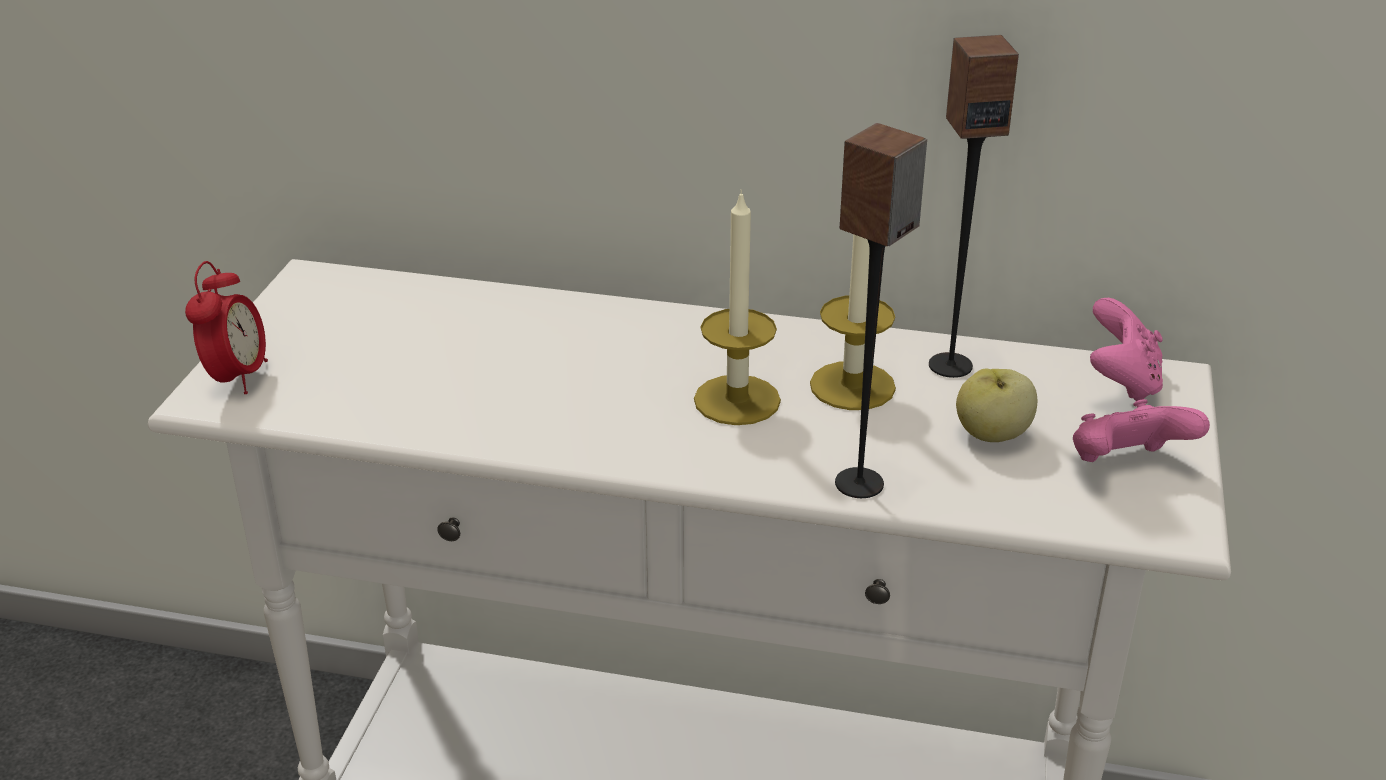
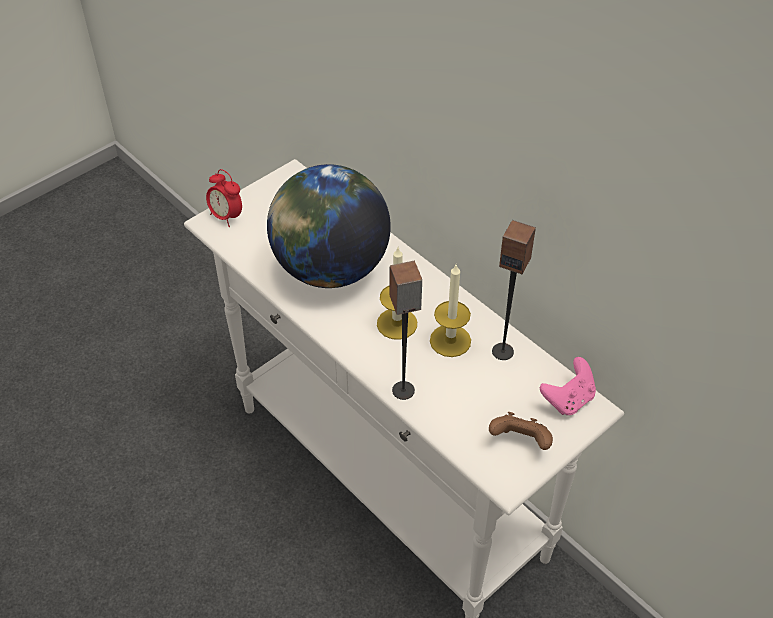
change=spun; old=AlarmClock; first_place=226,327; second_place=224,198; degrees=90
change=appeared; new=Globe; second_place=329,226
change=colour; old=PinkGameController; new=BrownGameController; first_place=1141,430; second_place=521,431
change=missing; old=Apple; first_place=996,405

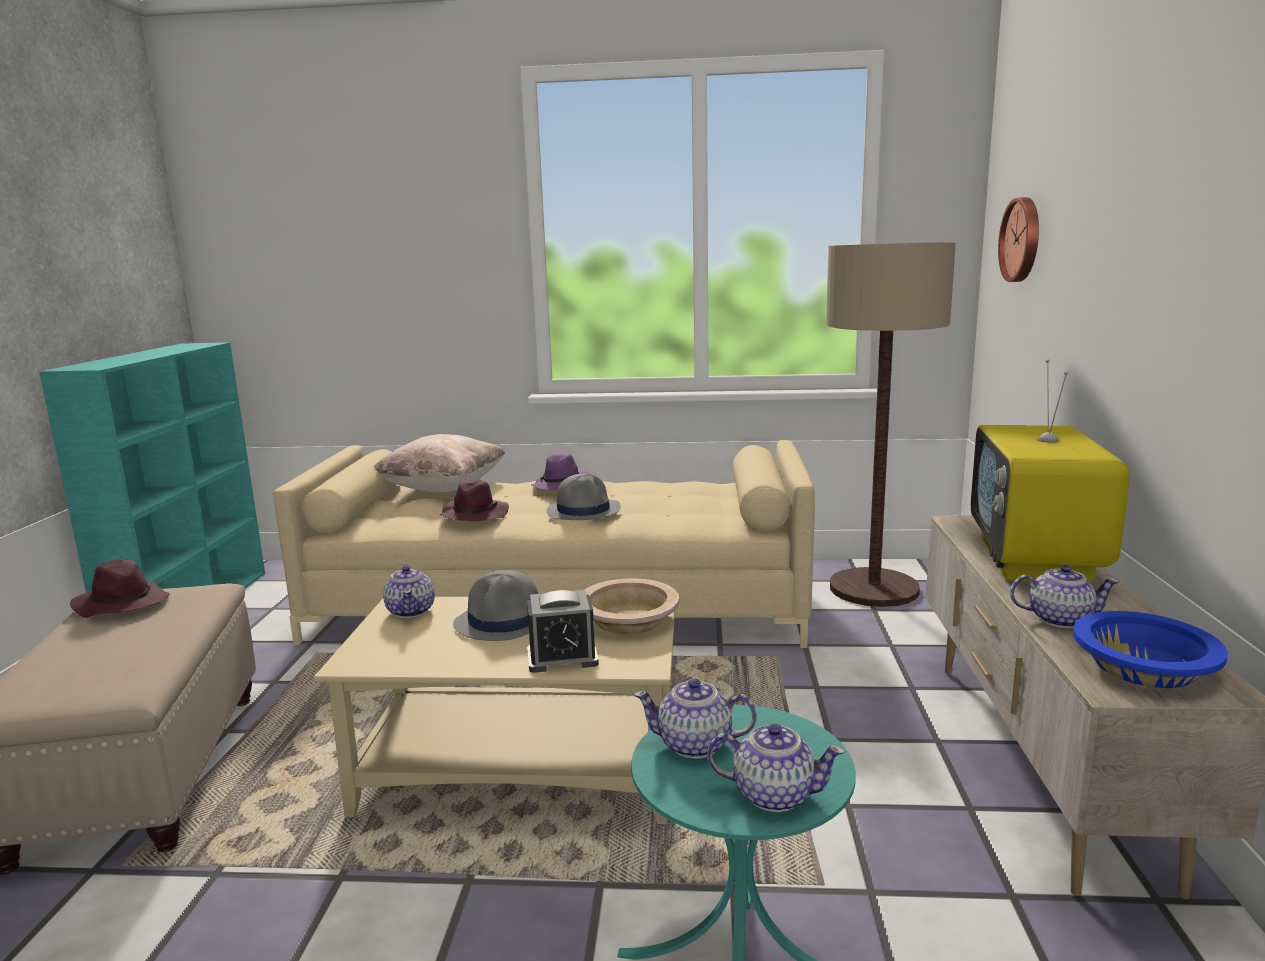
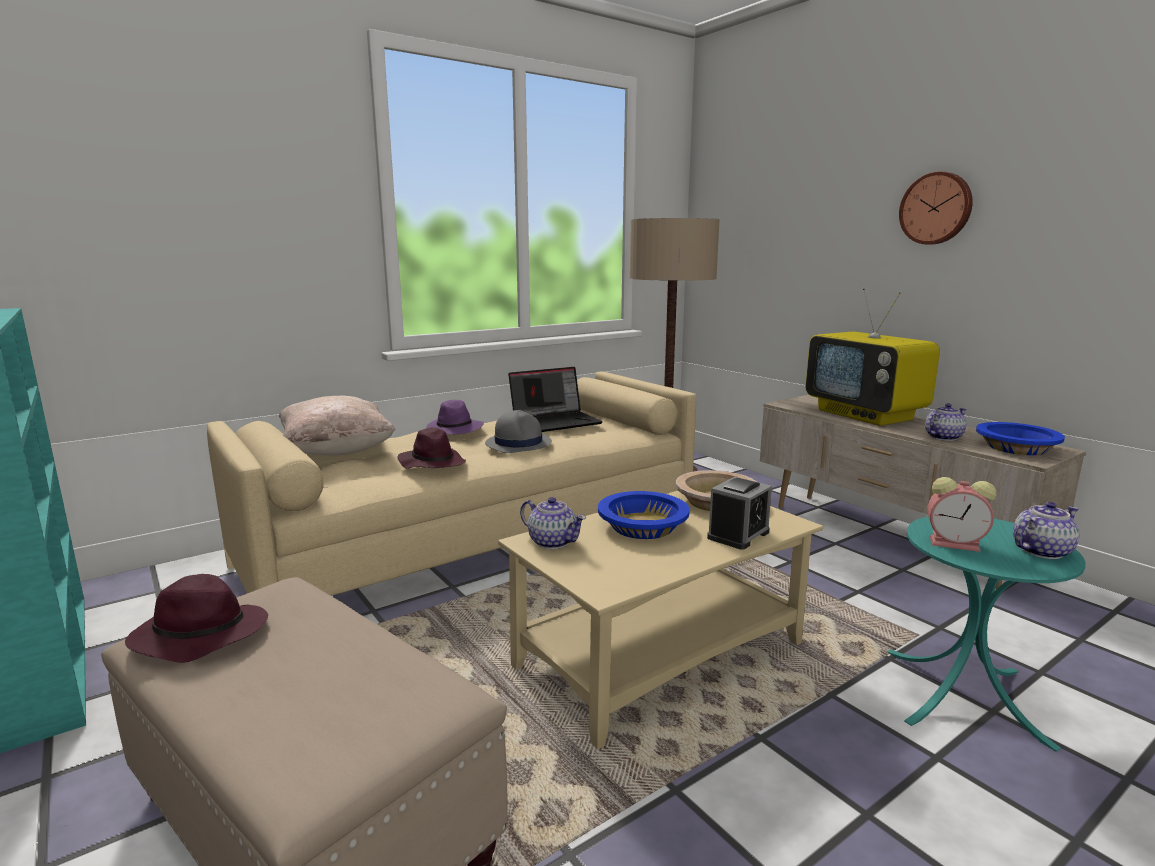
change=appeared; new=Laptop; second_place=555,399
change=exchanged; old=GreyHat; new=BlueBowl; first_place=495,605; second_place=644,515
change=relocated; old=WallClock; first_place=1018,239; second_place=936,208
change=exchanged; old=Teapot; new=AlarmClock; first_place=694,719; second_place=961,514

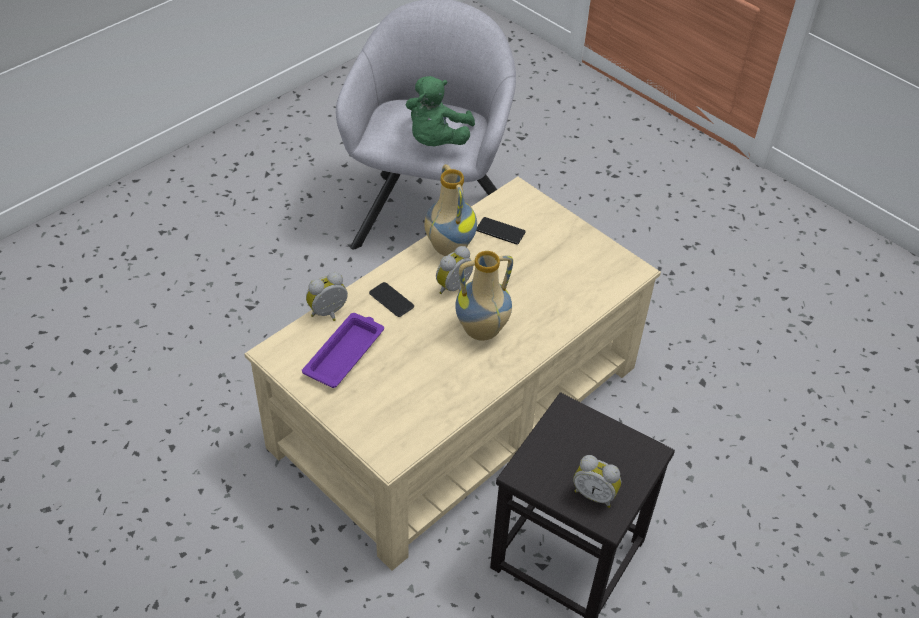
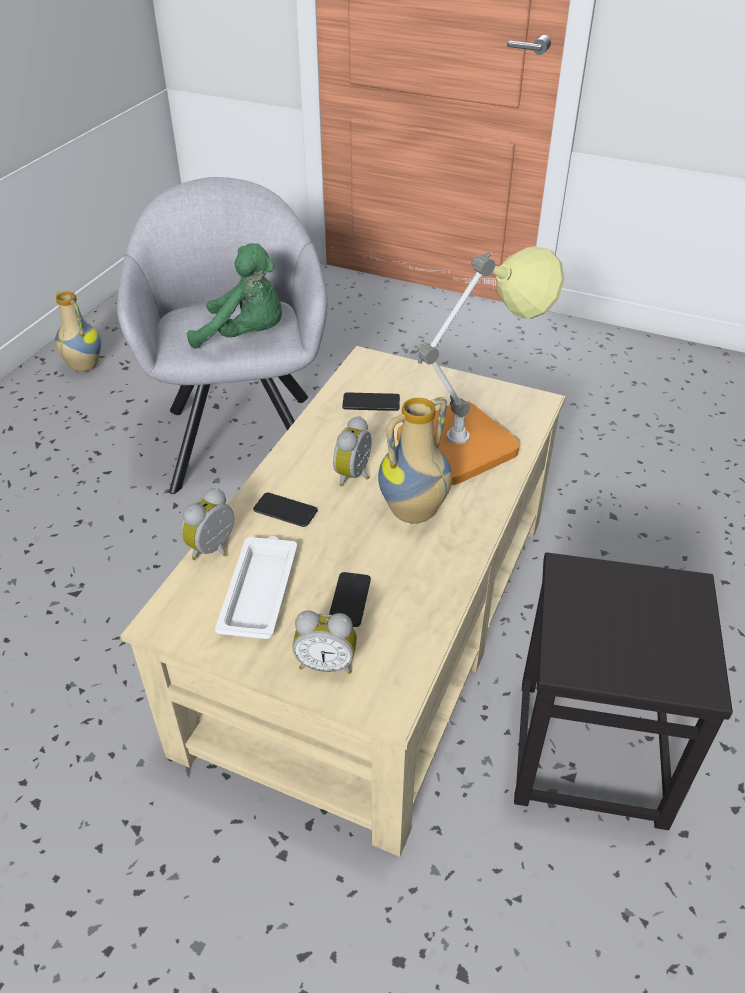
change=relocated; old=Vase; first_place=450,210; second_place=78,331
change=spun; old=GreenPlushToy; first_place=440,111; second_place=234,296; degrees=-75
change=colour; old=PurpleTray; new=WhiteTray; first_place=343,350; second_place=256,587
change=relocated; old=AlarmClock; first_place=597,481; second_place=325,642
change=appeared; new=Phone; second_place=350,599
change=appeared; new=TableLamp; second_place=480,365

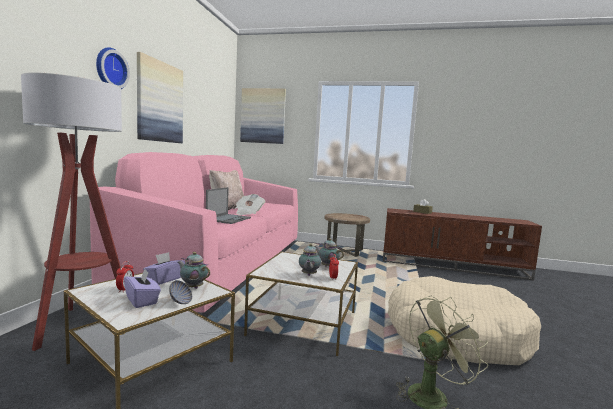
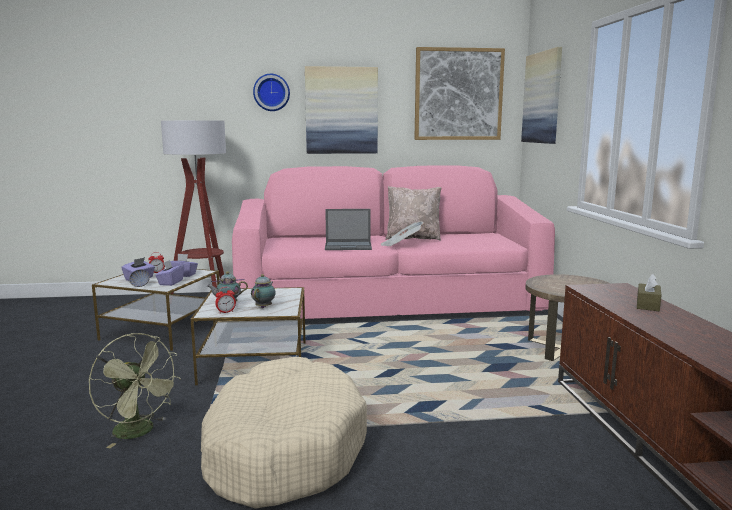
change=exchanged; old=Teapot; new=PurpleTissueBox; first_place=194,270; second_place=169,273
change=appeared; new=Picture; second_place=459,93

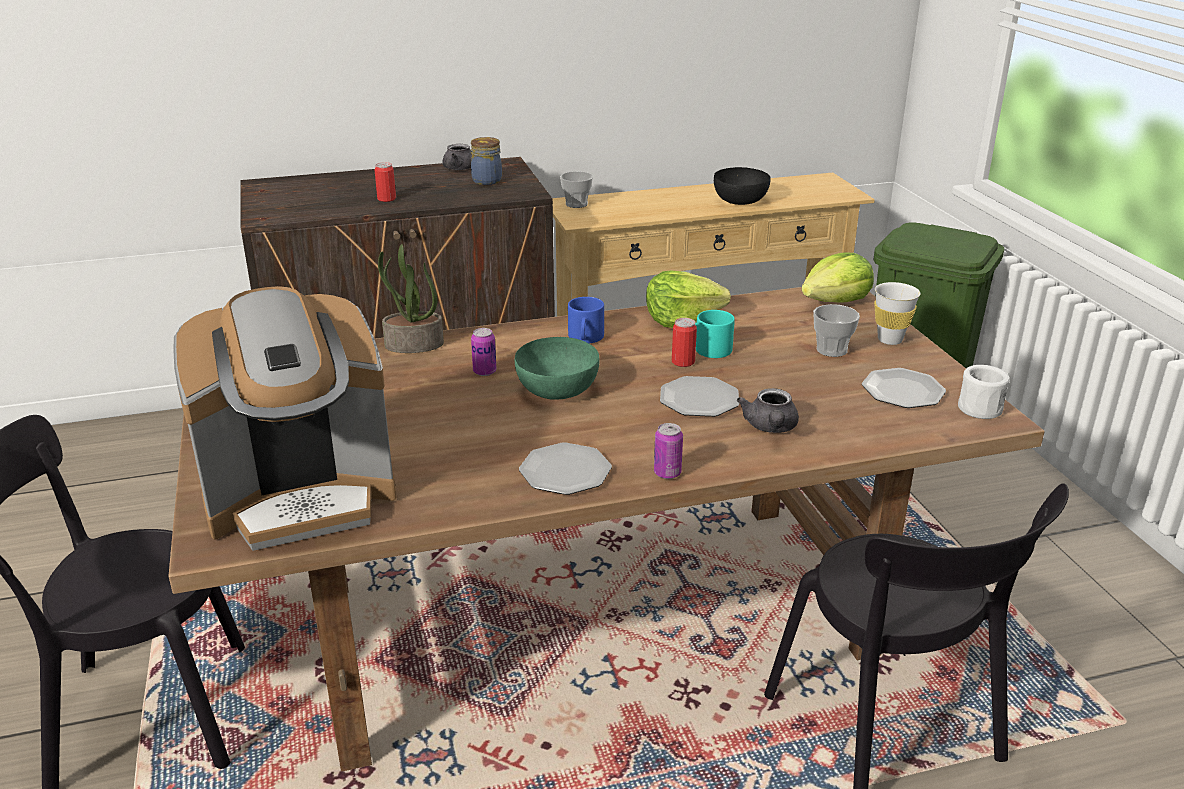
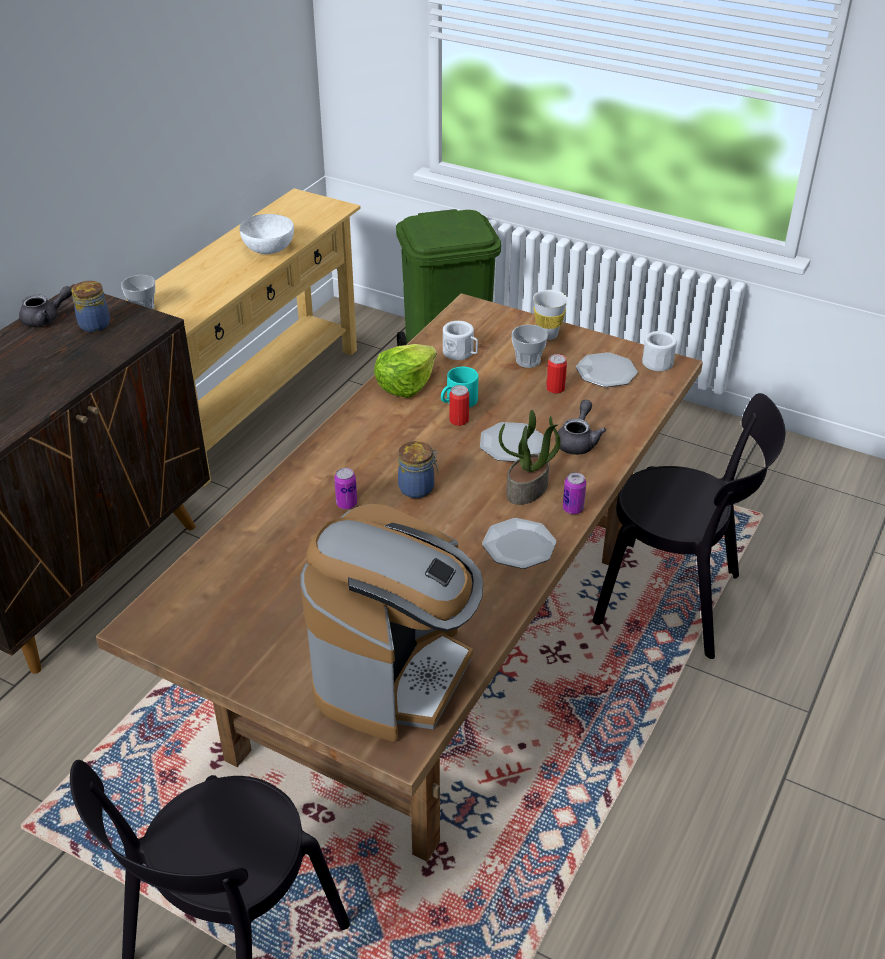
change=colour; old=BlackBowl; new=WhiteBowl; first_place=742,186; second_place=267,234
change=exchanged; old=GreenBowl; new=Jar; first_place=557,368; second_place=418,469
change=appeared; new=WhiteMug; second_place=460,340
change=relocated; old=PottedPlant; first_place=411,298; second_place=530,457
change=relocated; old=Can; first_place=385,182; second_place=556,373
change=spun; old=GreyTeapot; first_place=768,410; second_place=580,427; degrees=-120
change=missing; old=BlueMug; first_place=586,320
change=missing; old=Lettuce; first_place=838,277

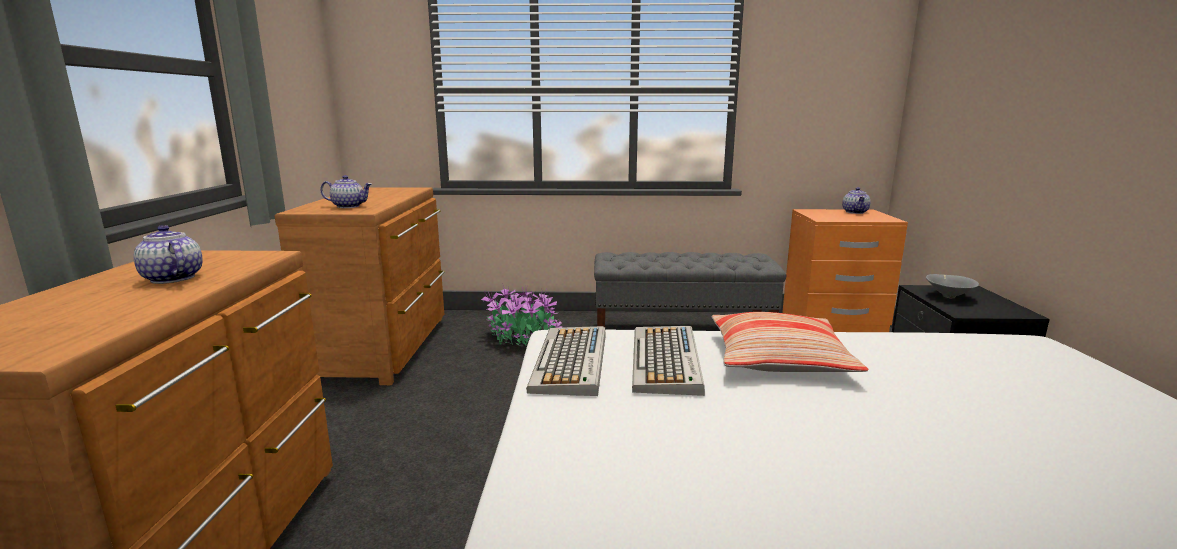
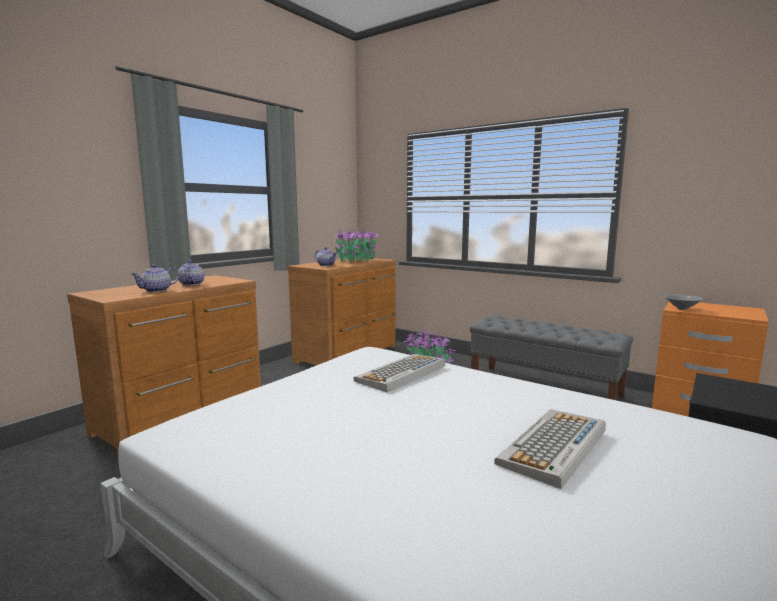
change=relocated; old=Teapot; first_place=856,200; second_place=155,278
change=appeared; new=PottedPlant; second_place=356,245
change=relocated; old=Keyboard; first_place=566,361; second_place=550,449
change=relocated; old=GreyBowl; first_place=952,286; second_place=683,302
change=missing; old=Pillow; first_place=790,342

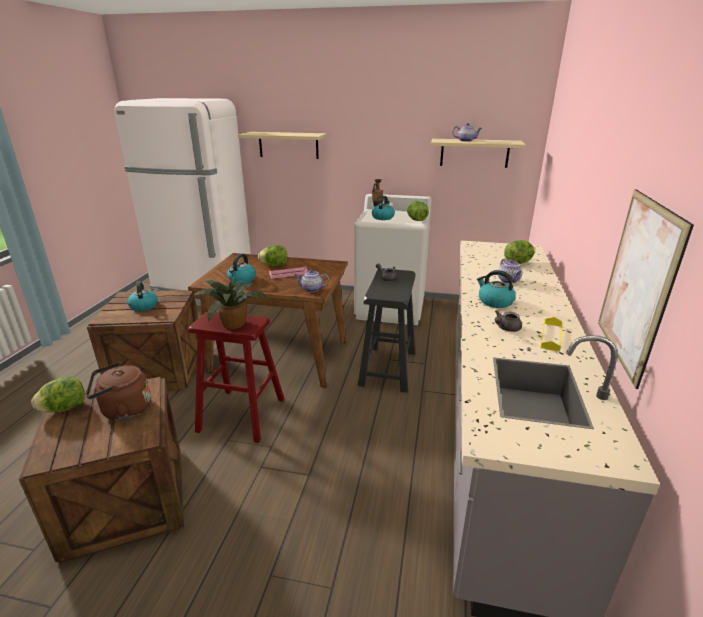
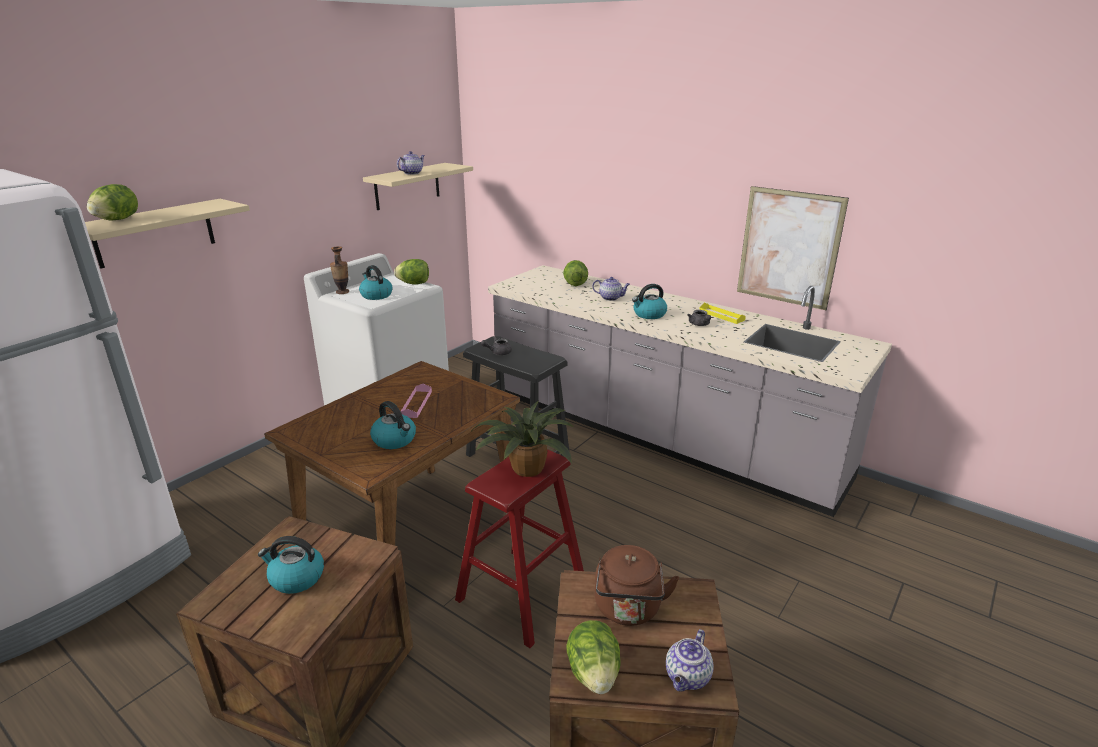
change=relocated; old=Lettuce; first_place=272,256; second_place=112,202
change=relocated; old=Teapot; first_place=311,281; second_place=690,660

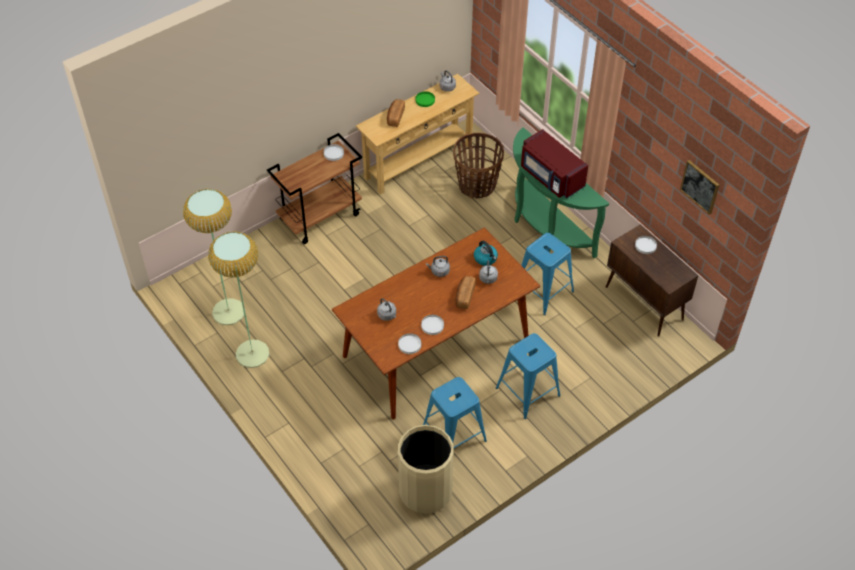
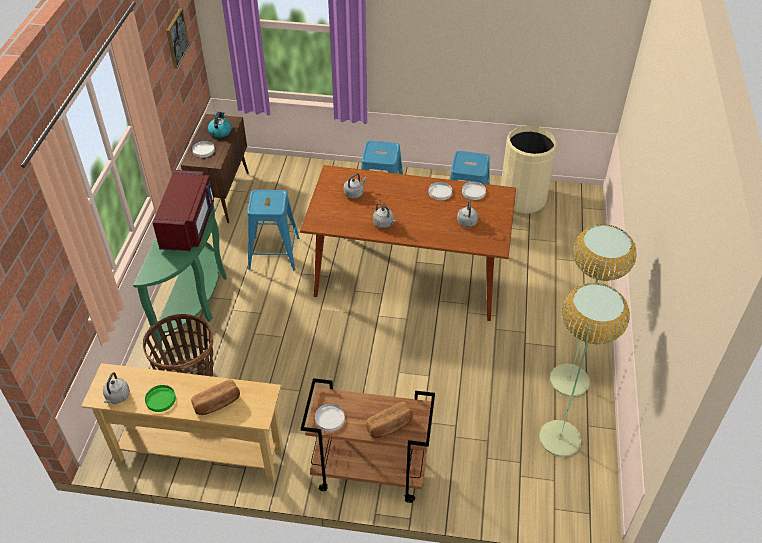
change=relocated; old=Kettle; first_place=486,253; second_place=220,125
change=relocated; old=Bread; first_place=465,292; second_place=389,420

